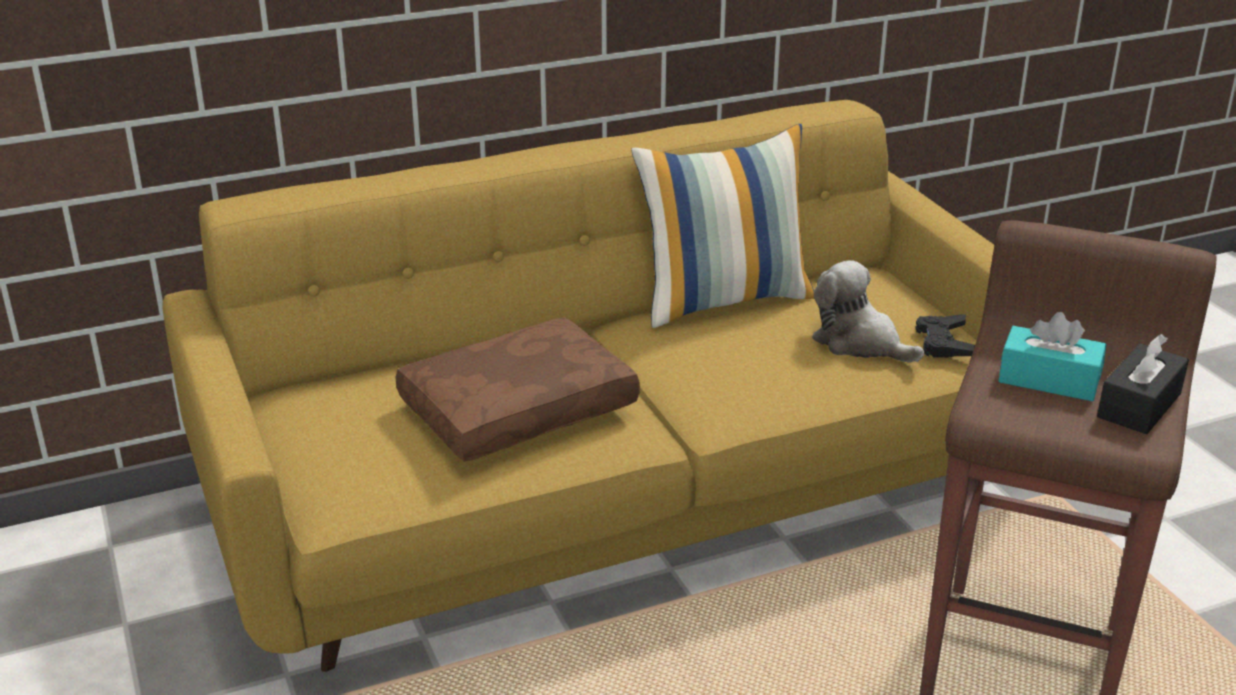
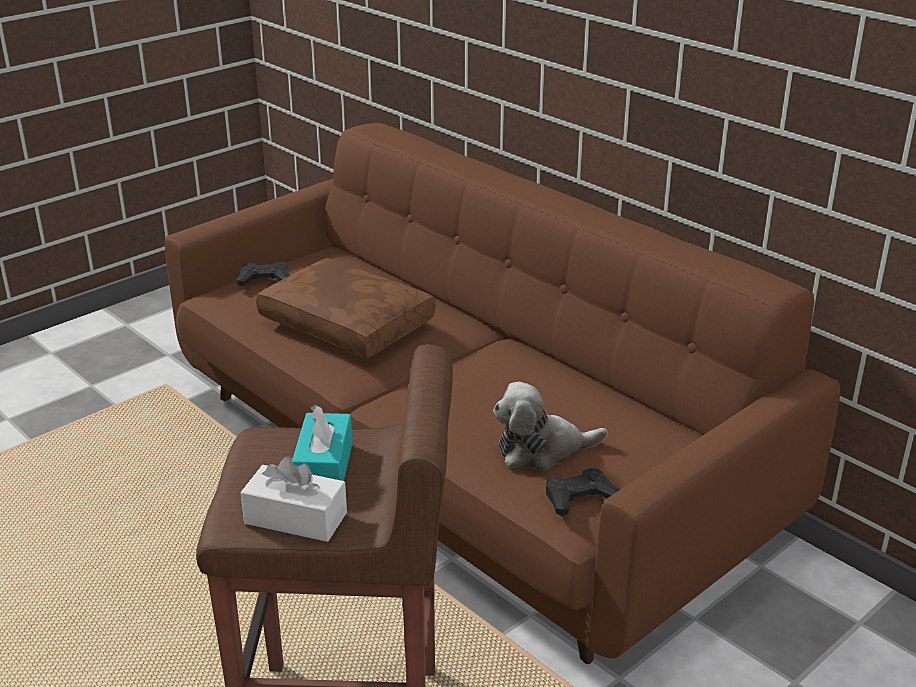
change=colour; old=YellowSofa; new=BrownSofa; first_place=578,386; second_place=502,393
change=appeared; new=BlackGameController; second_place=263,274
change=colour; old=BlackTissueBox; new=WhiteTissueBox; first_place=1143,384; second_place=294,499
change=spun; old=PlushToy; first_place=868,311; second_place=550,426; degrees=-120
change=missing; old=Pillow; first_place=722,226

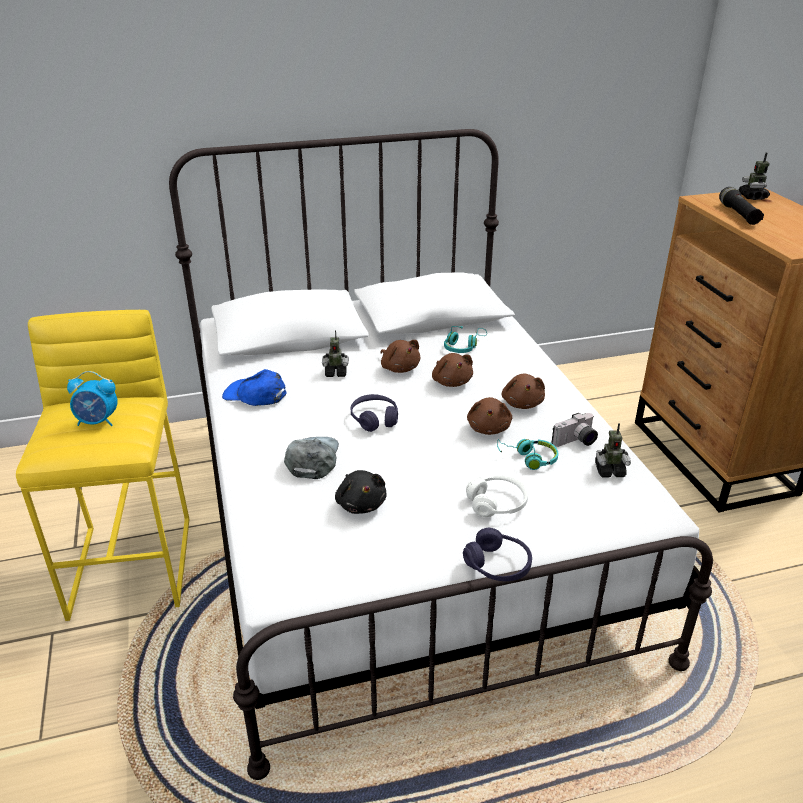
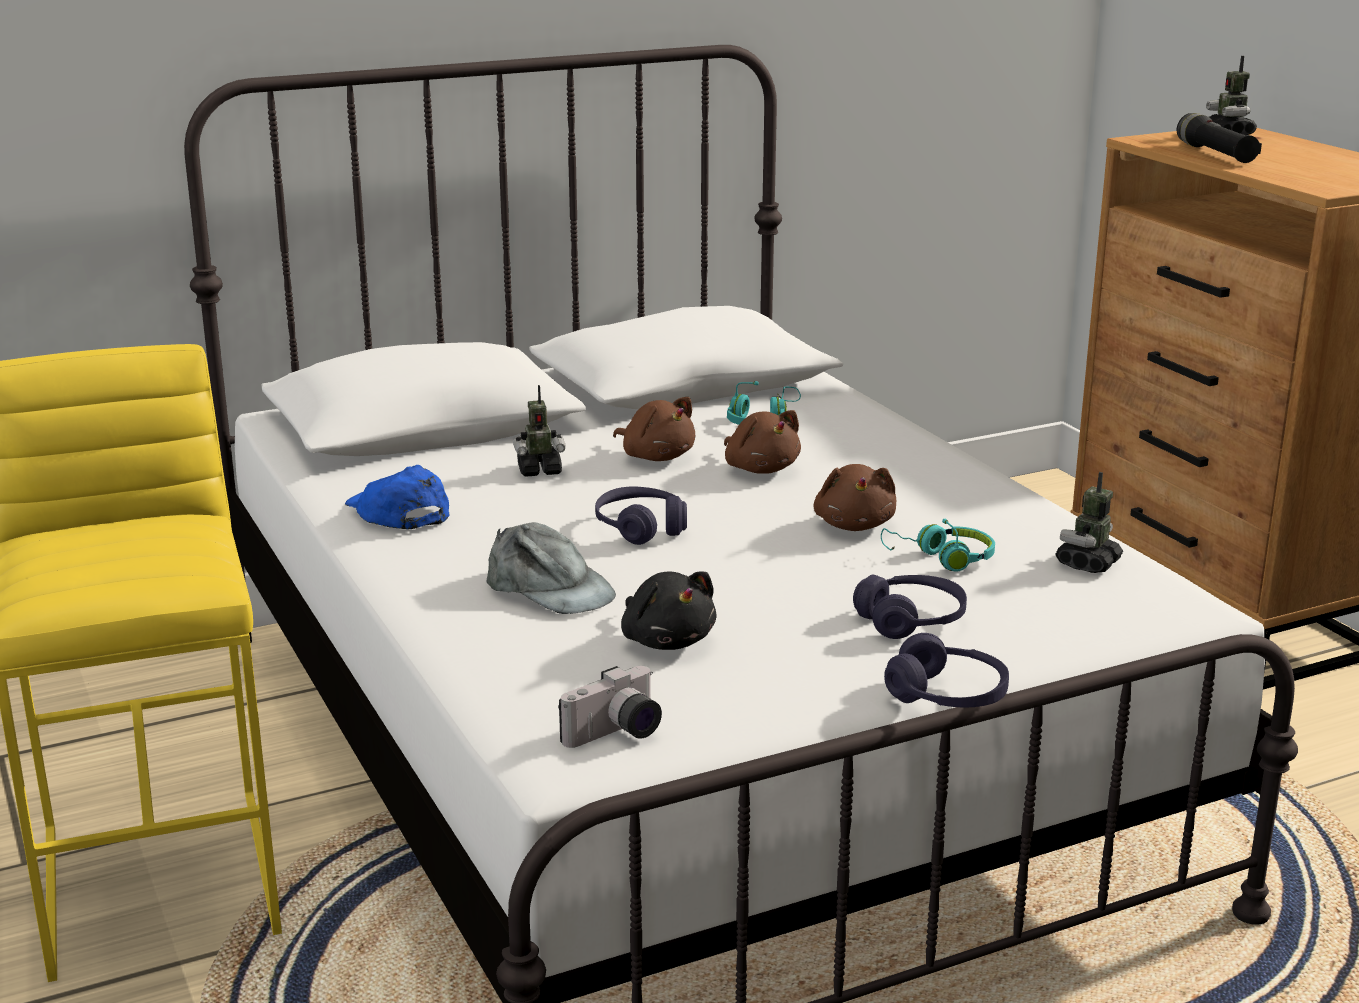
change=spun; old=BlueCap; first_place=254,387; second_place=397,497; degrees=45
change=spun; old=GreyCap; first_place=311,458; second_place=551,568; degrees=135
change=relocated; old=PhotoCamera; first_place=574,430; second_place=610,707
change=colour; old=WhiteHeadphones; new=PurpleHeadphones; first_place=497,496; second_place=910,607
change=spun; old=ToyRobot; first_place=613,450; second_place=1089,522; degrees=135
change=missing; old=AlarmClock; first_place=92,398
change=missing; old=BrownPlushToy; first_place=523,391

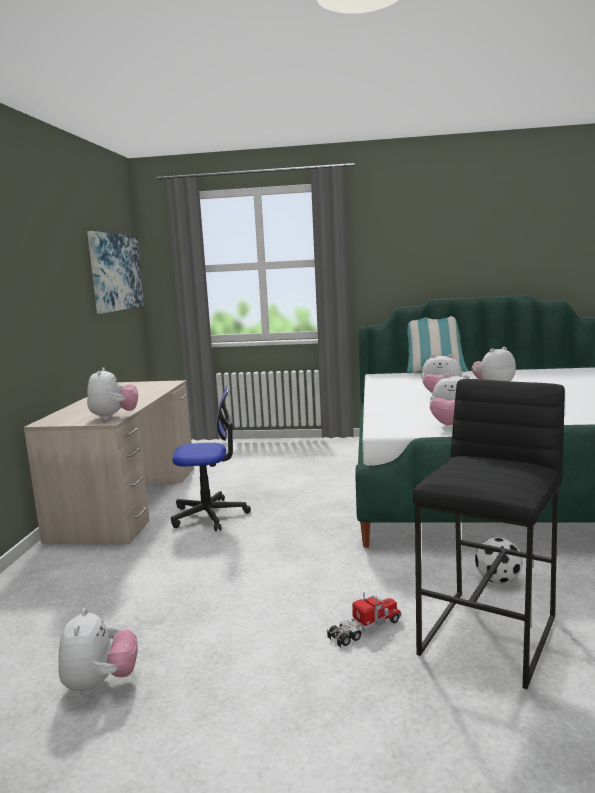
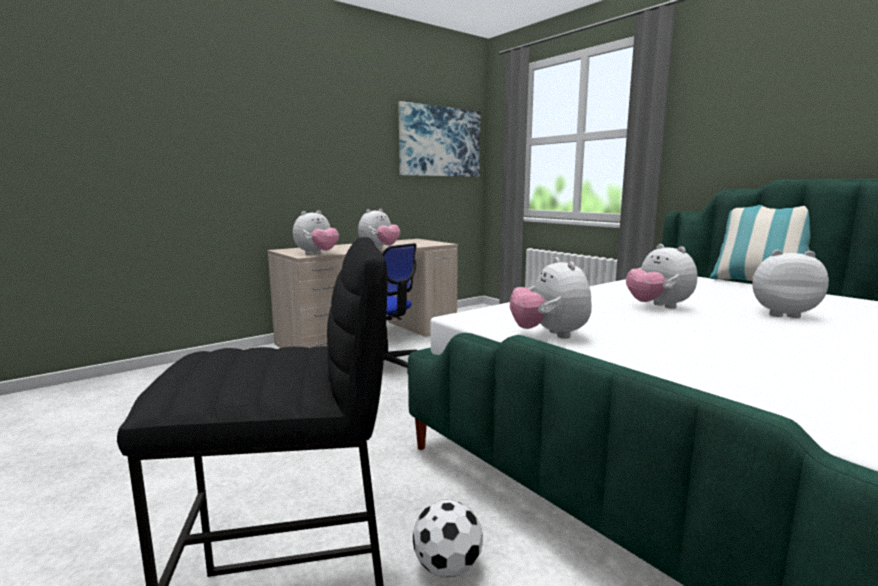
change=relocated; old=PlushToy; first_place=98,651; second_place=379,229
change=missing; old=ToyTruck; first_place=364,619

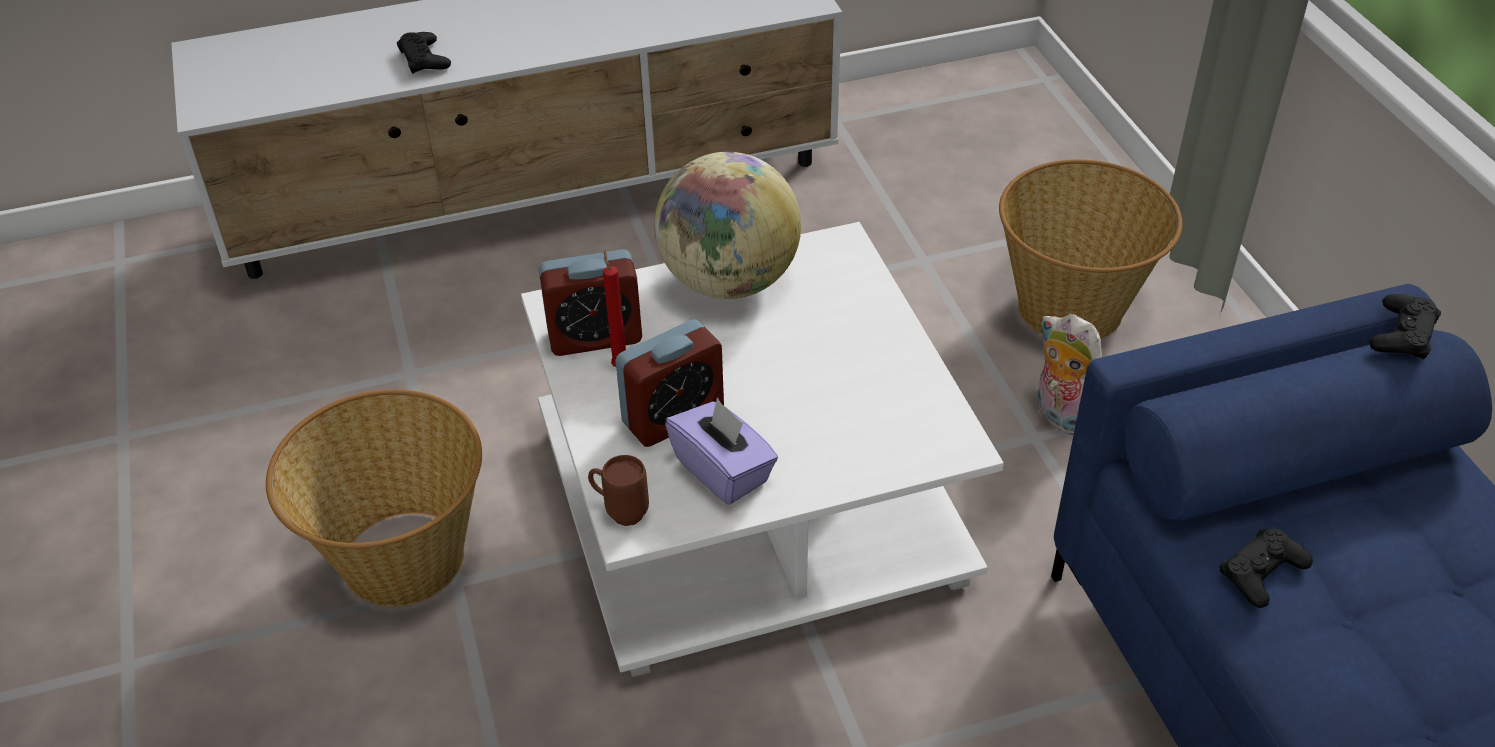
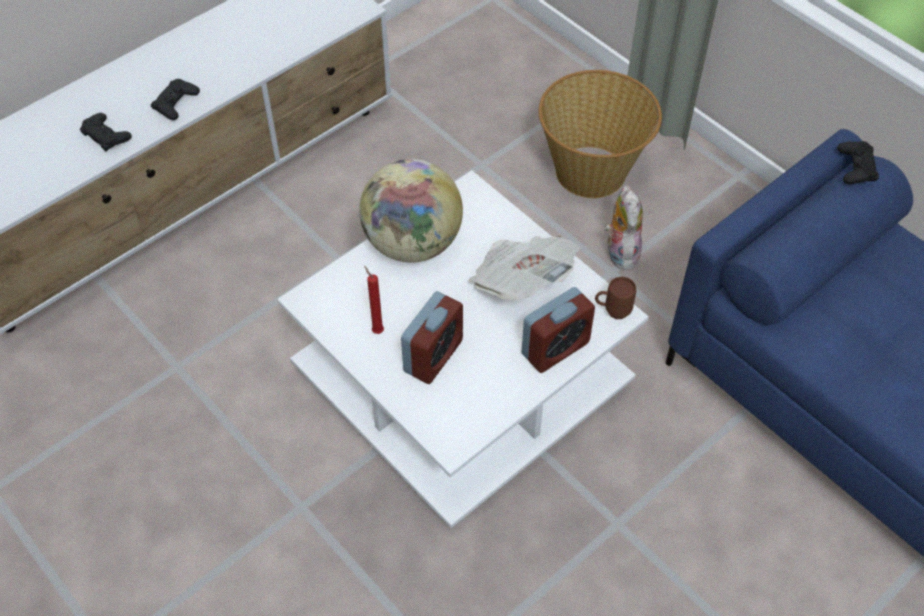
change=relocated; old=BlackGameController; first_place=1266,568; second_place=175,99
change=appeared; new=Newspaper; second_place=524,268
change=relocated; old=AlarmClock; first_place=590,302; second_place=558,330
change=relocated; old=BrownMug; first_place=618,490; second_place=615,298
change=spun; old=PlushToy; first_place=1069,374; second_place=624,227; degrees=60
change=missing; old=Basket; first_place=374,498
change=missing; old=PurpleTissueBox; first_place=721,451

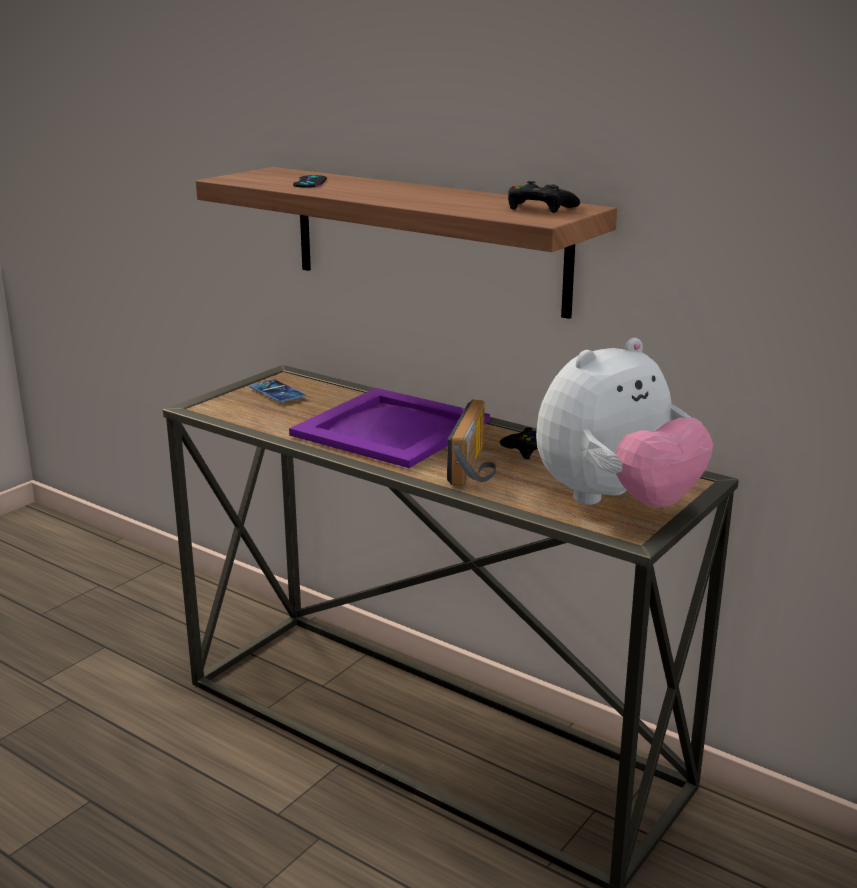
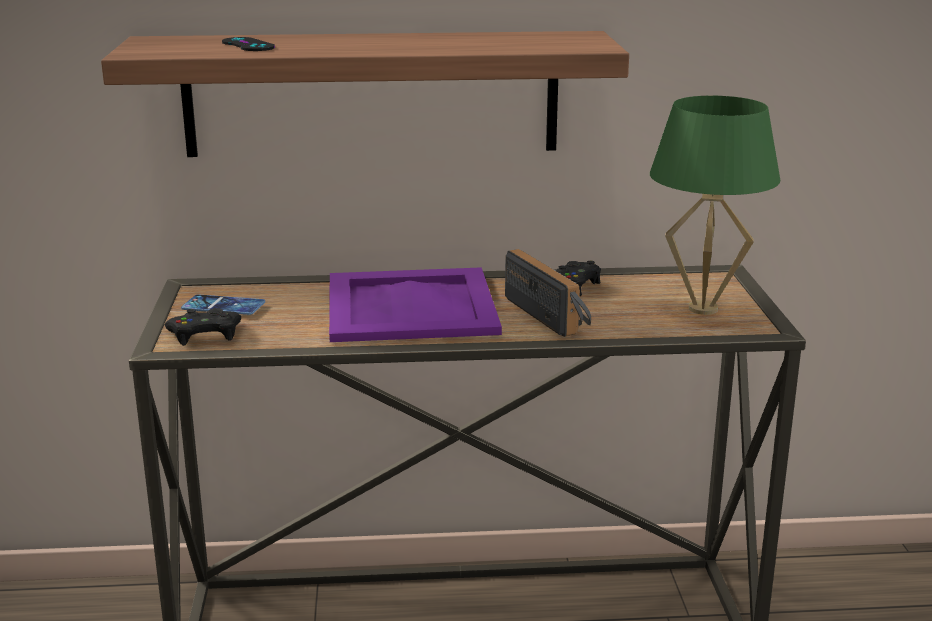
change=relocated; old=BlackGameController; first_place=544,197; second_place=203,327
change=exchanged; old=PlushToy; new=GreenTableLamp; first_place=624,423; second_place=715,205

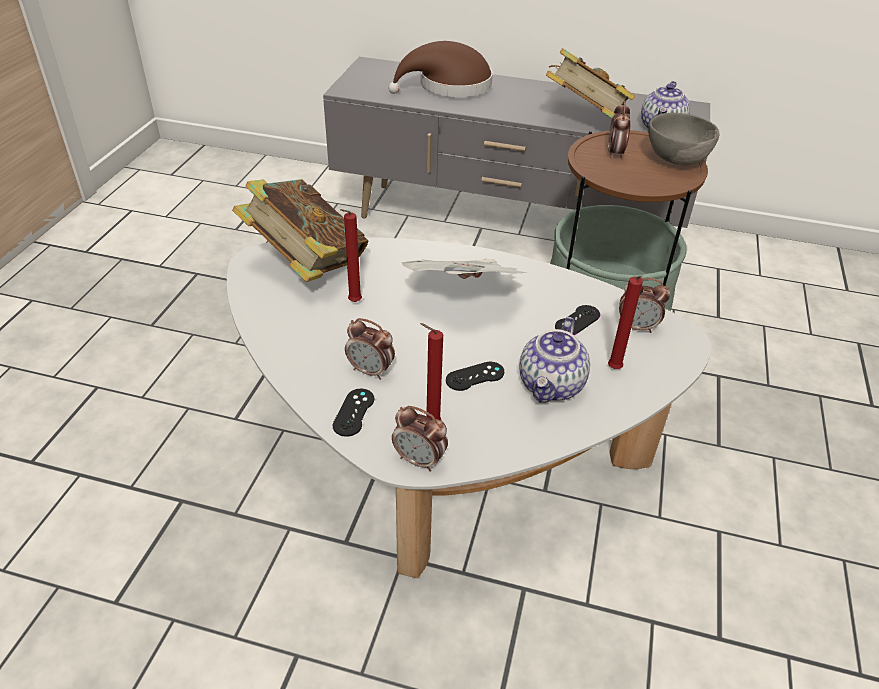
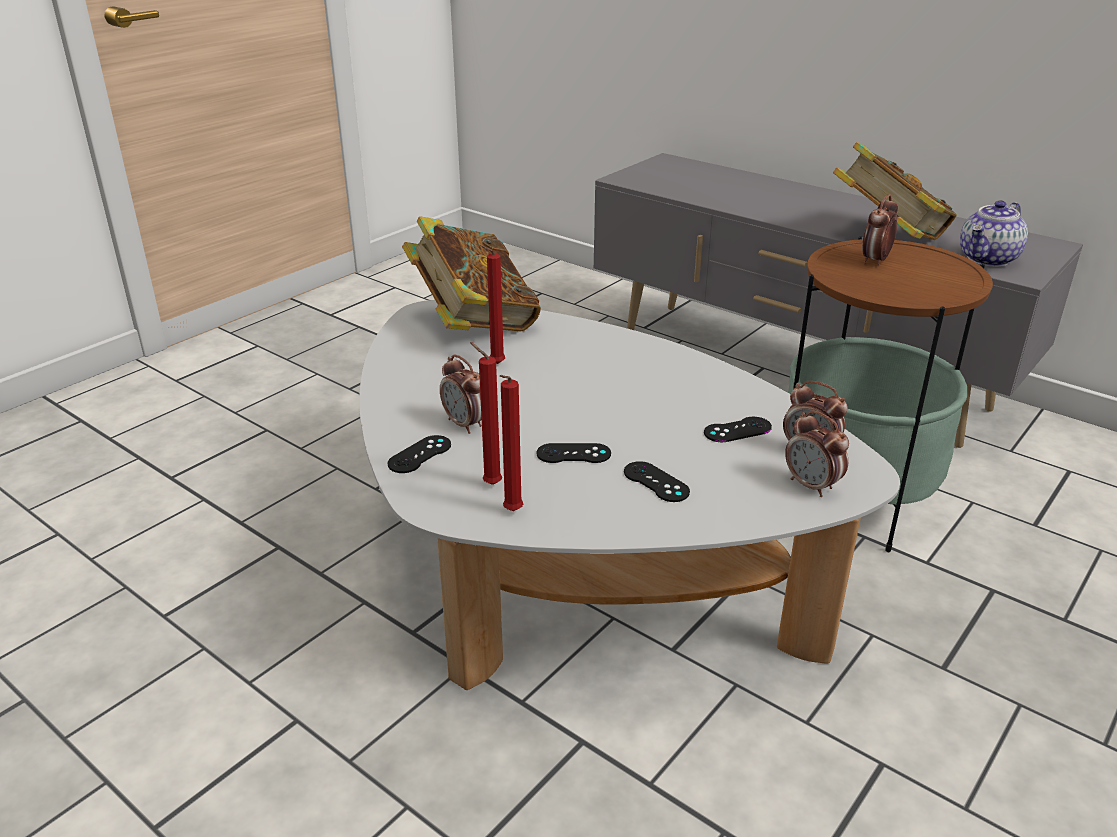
change=relocated; old=RedCandle; first_place=625,322; second_place=511,443
change=exchanged; old=Teapot; new=BlackGameController; first_place=554,360; second_place=657,481
change=relocated; old=AlarmClock; first_place=420,439; second_place=817,454
change=missing; old=BrownHat; first_place=440,69
change=missing; old=Newspaper; first_place=464,269
change=missing; old=GreyBowl; first_place=684,139

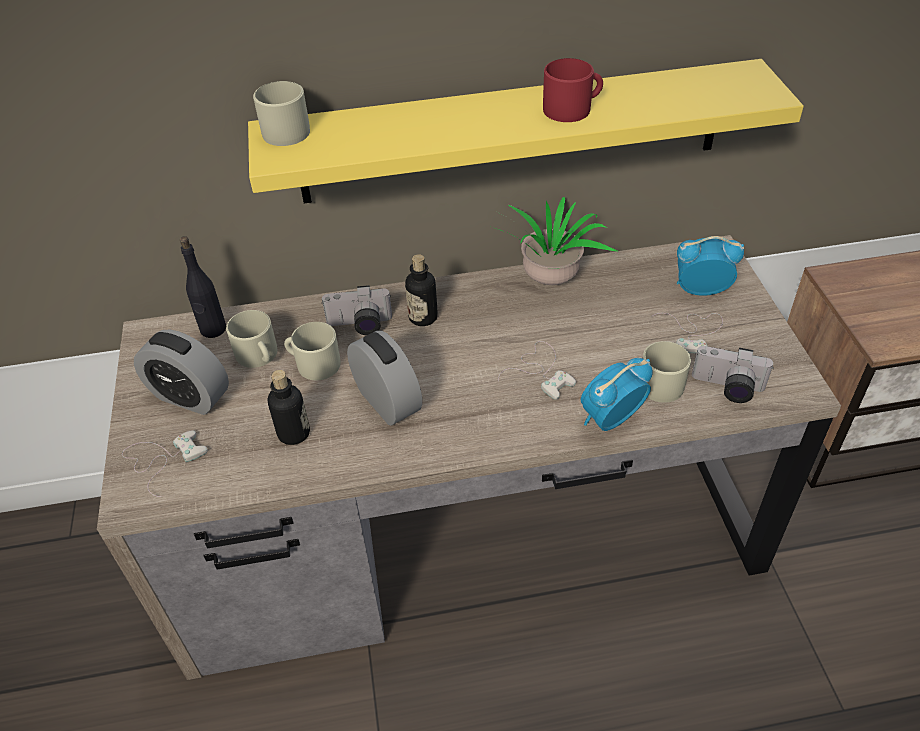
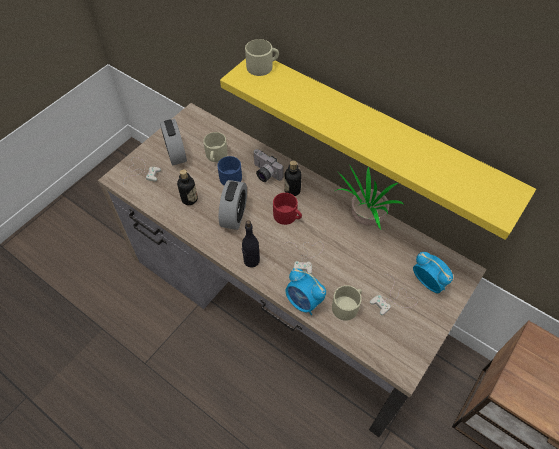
change=colour; old=BeigeMug; new=BlueMug; first_place=312,351; second_place=229,171
change=relocated; old=BlackBottle; first_place=203,287; second_place=251,244
change=relocated; old=RedMug; first_place=573,90; second_place=287,209
change=spun; old=AlarmClock; first_place=617,394; second_place=305,291; degrees=-150
change=missing; old=PhotoCamera; first_place=732,374

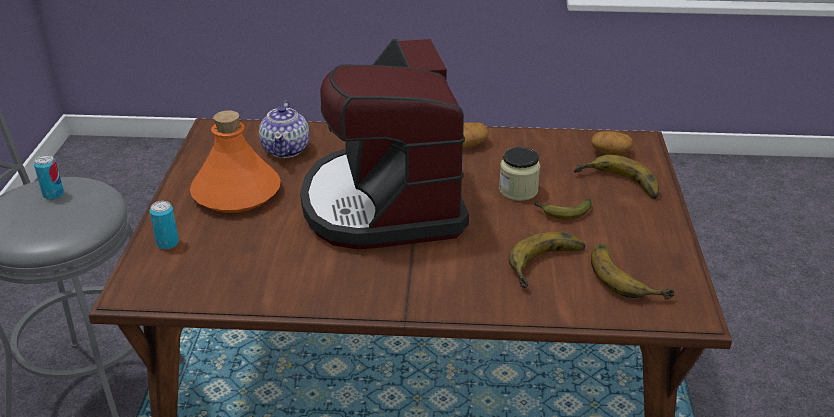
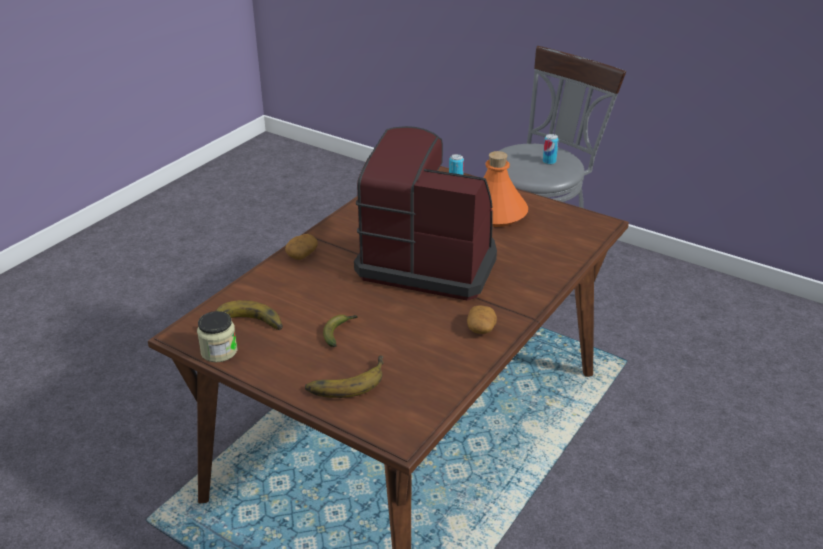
change=relocated; old=Jar; first_place=519,174; second_place=217,336
change=relocated; old=Potato; first_place=612,143; second_place=301,247
change=missing; old=Teapot; first_place=284,129
change=missing; old=Banana; first_place=547,259

